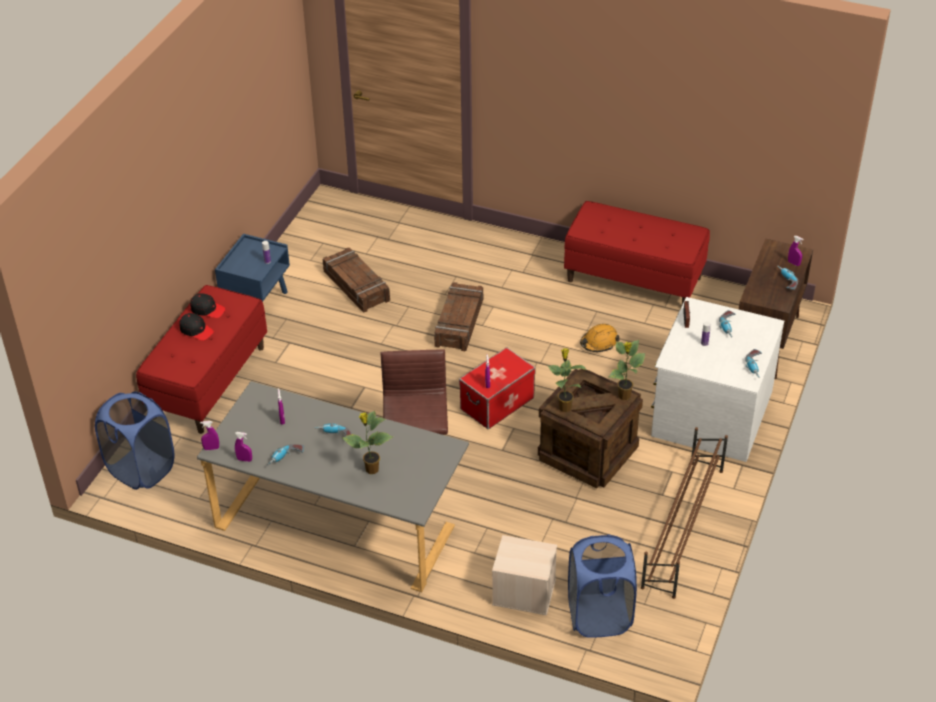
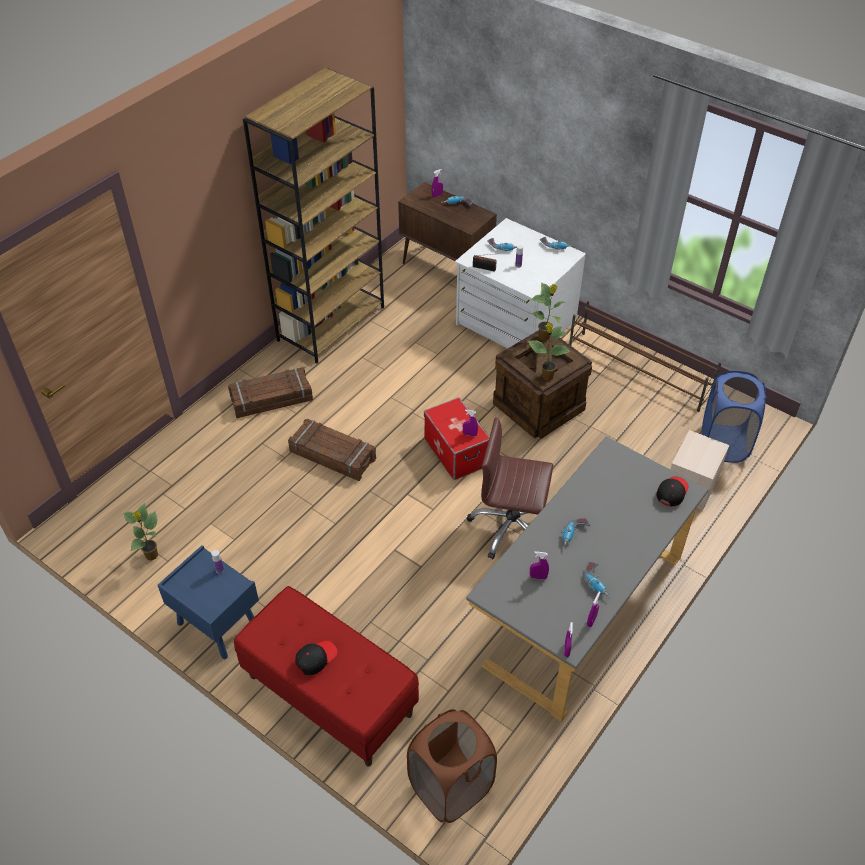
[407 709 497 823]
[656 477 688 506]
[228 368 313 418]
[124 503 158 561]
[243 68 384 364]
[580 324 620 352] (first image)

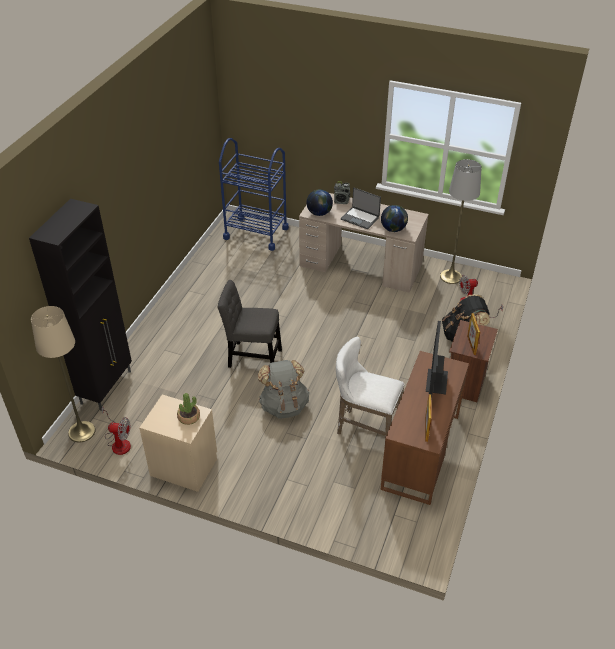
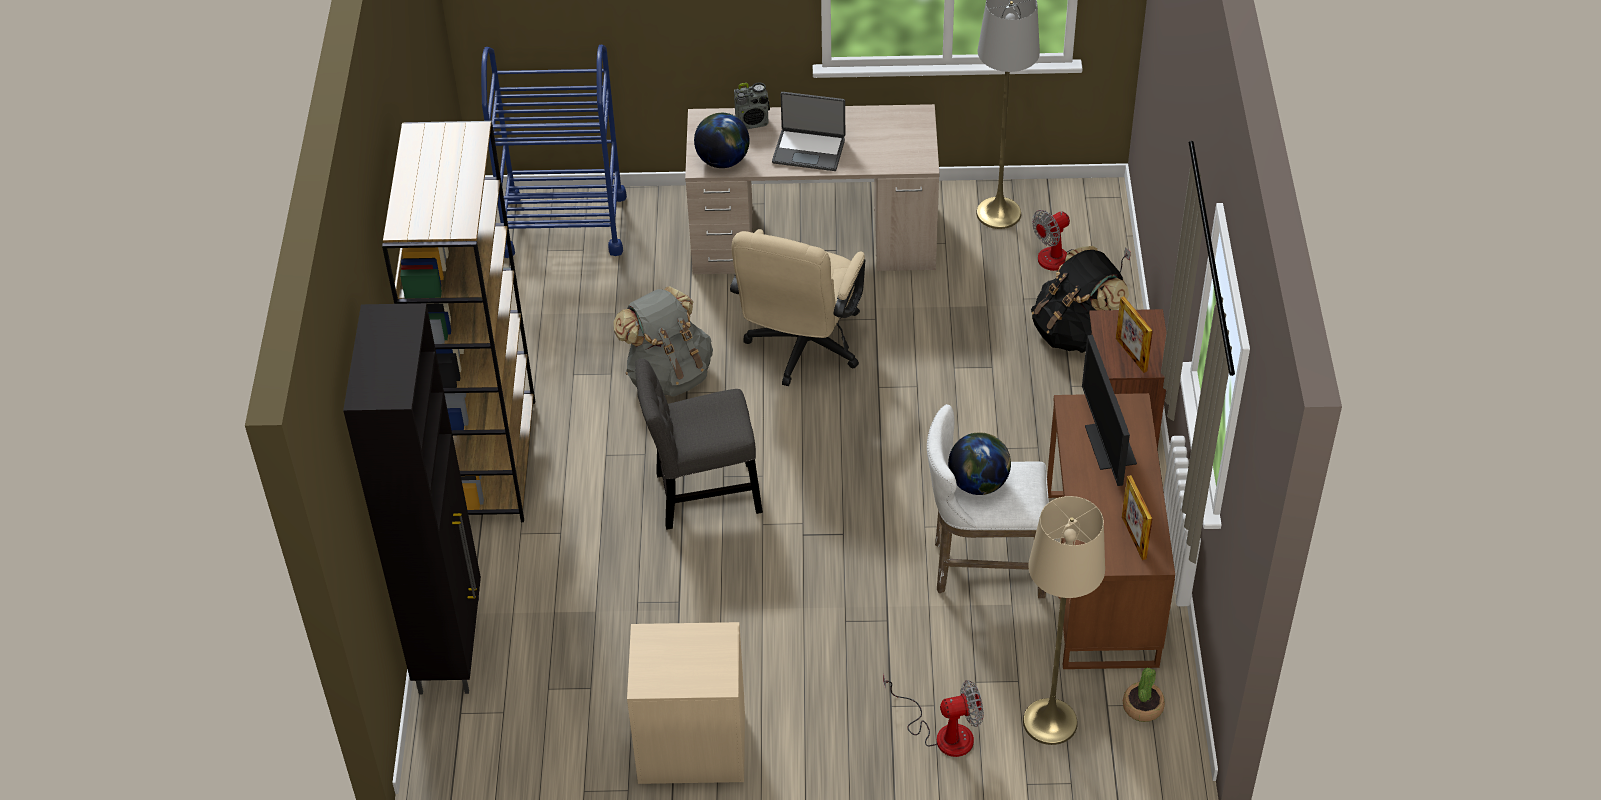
[1023 496 1105 745]
[883 673 984 757]
[1123 668 1165 722]
[613 286 713 397]
[948 432 1011 495]
[382 121 535 522]
[730 229 866 386]

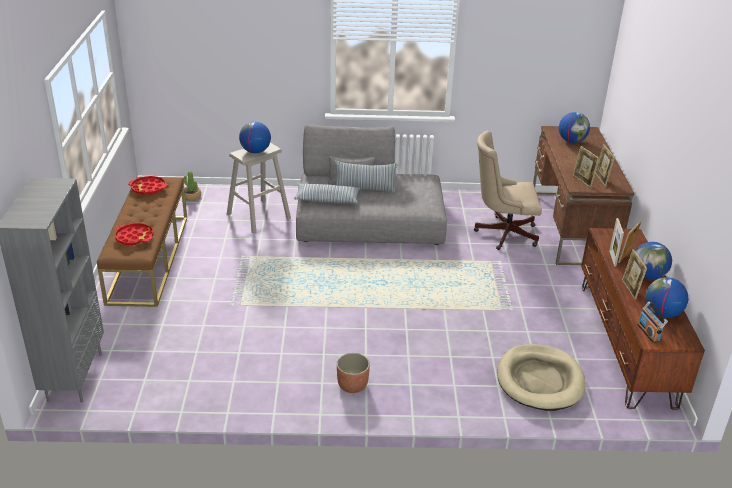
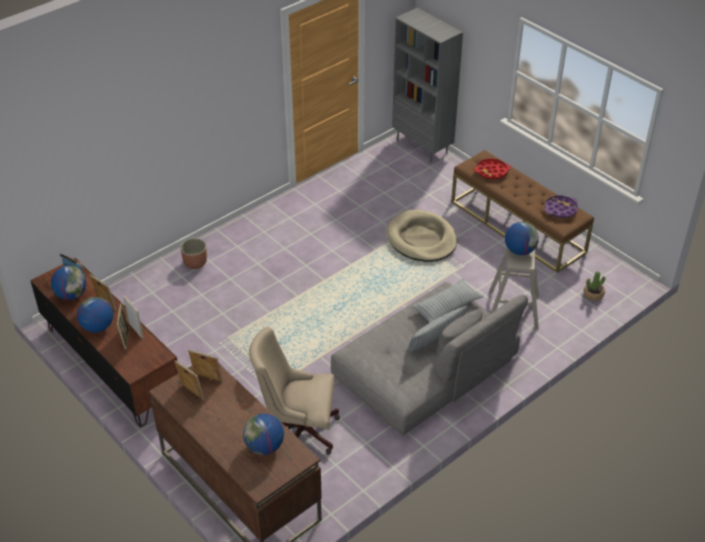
[545 195 578 218]
[181 238 207 269]
[249 327 340 454]
[387 209 457 262]

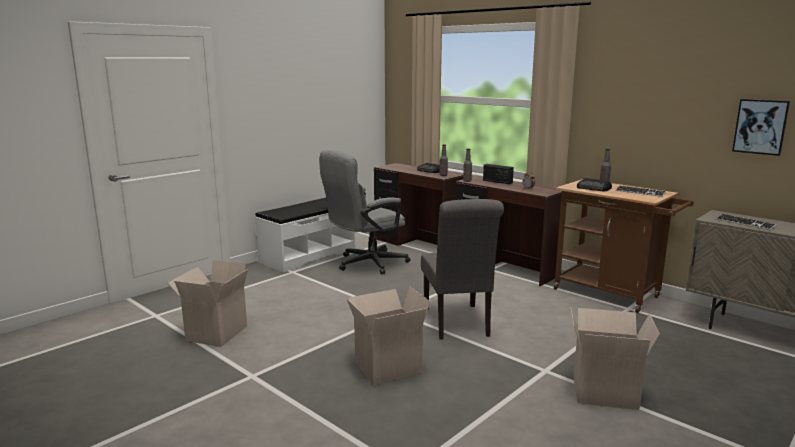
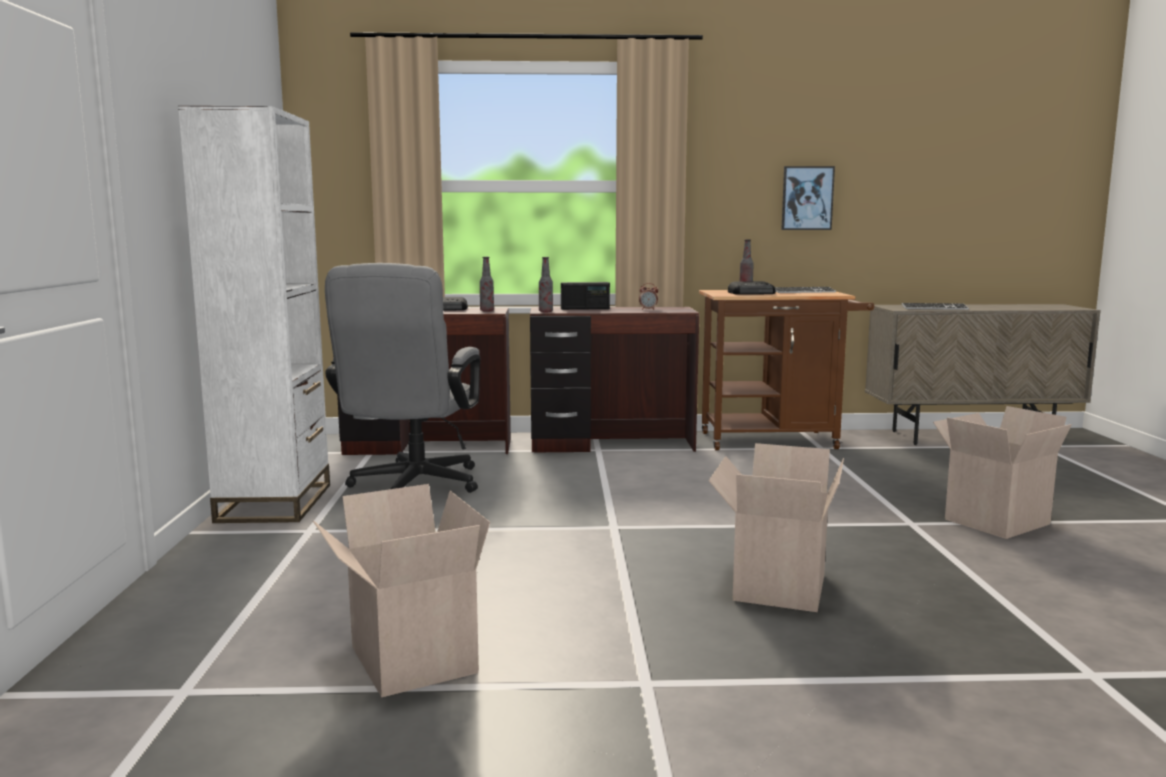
[178 106 330 523]
[421 199 504 340] (first image)
[781 166 835 230]

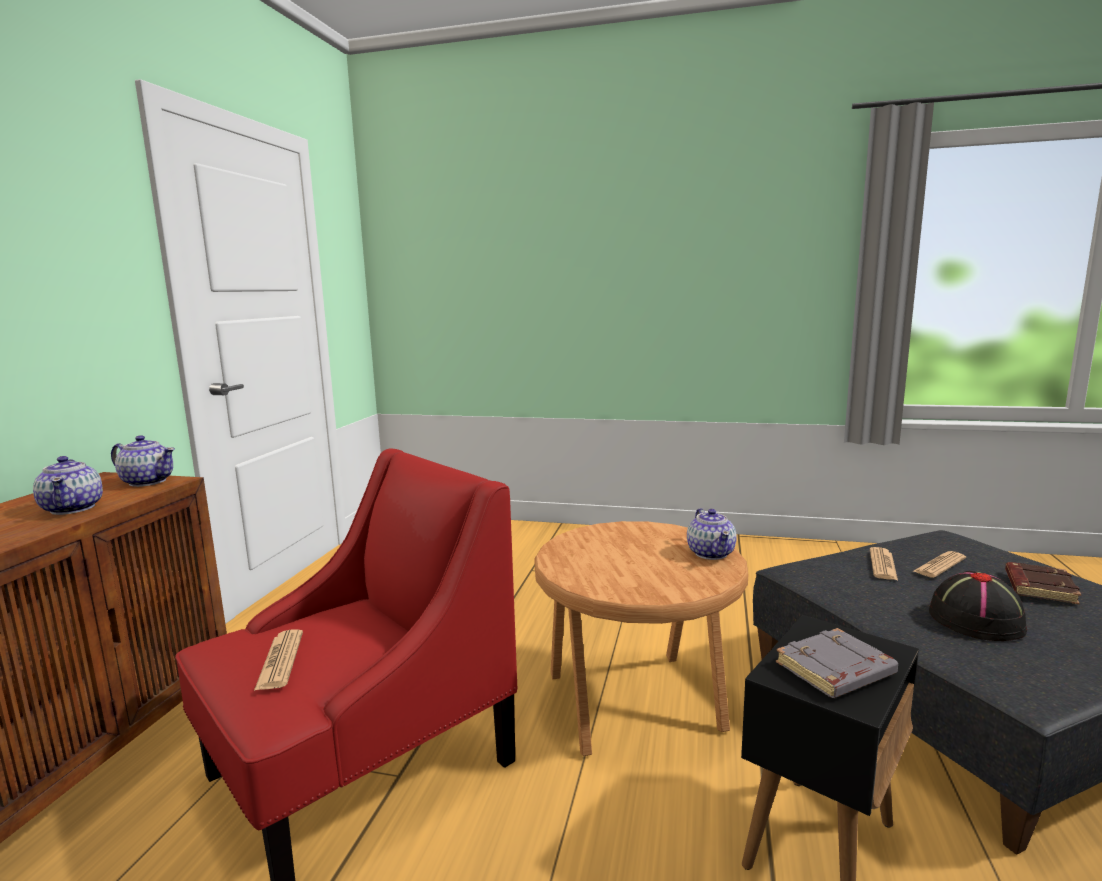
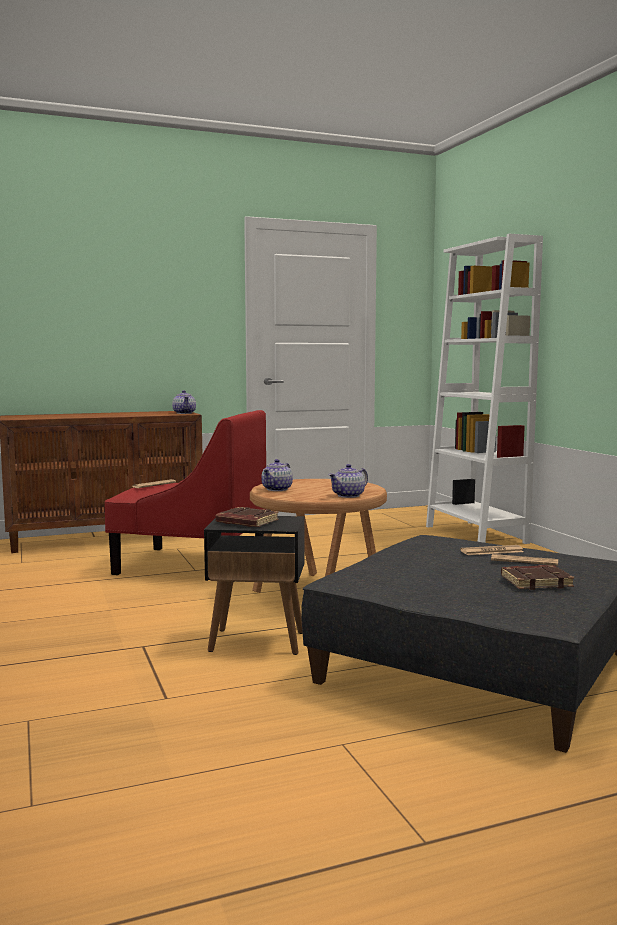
[261 459 293 491]
[215 507 279 527]
[929 571 1027 641] (first image)
[426 234 543 544]

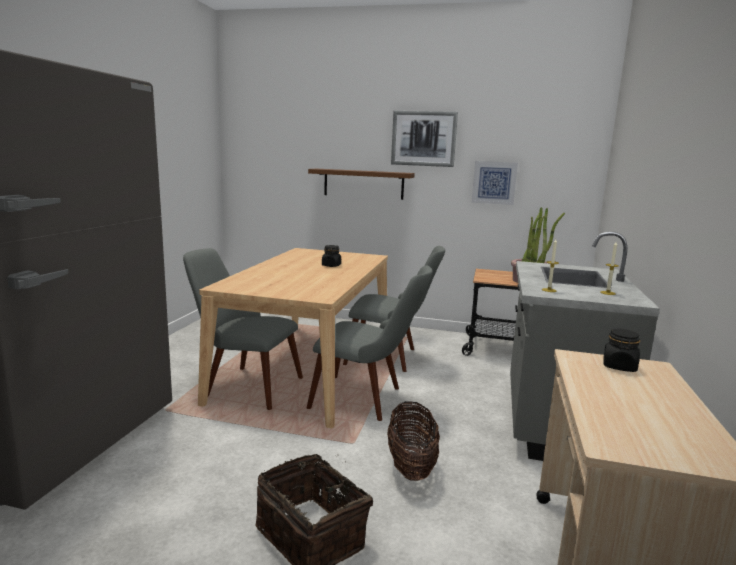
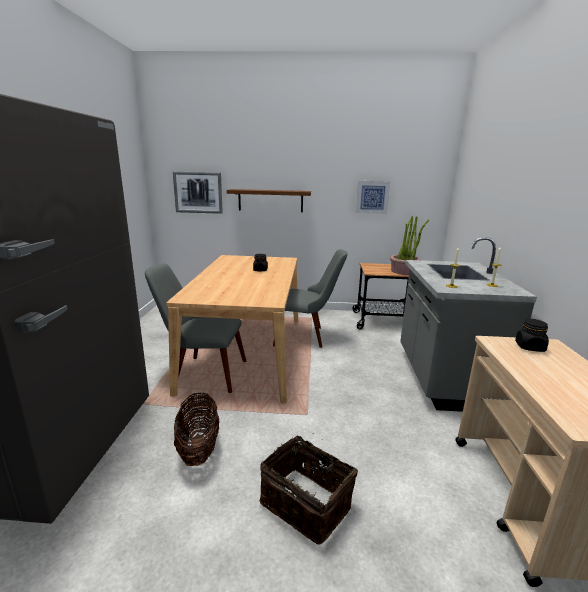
[307 266 433 421] (first image)
[174 392 220 466]
[173 172 223 214]

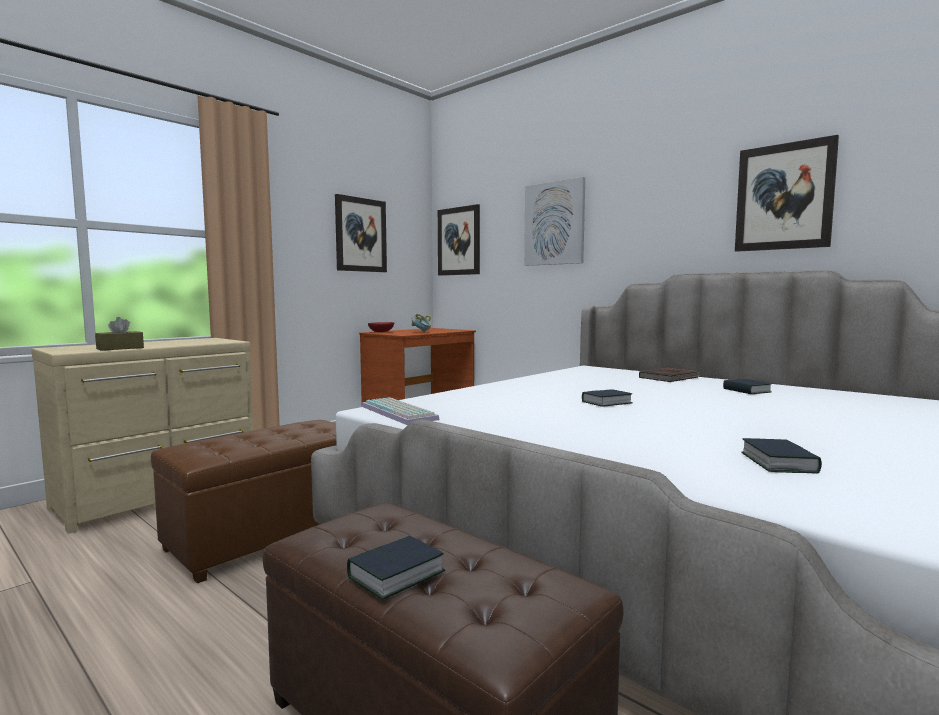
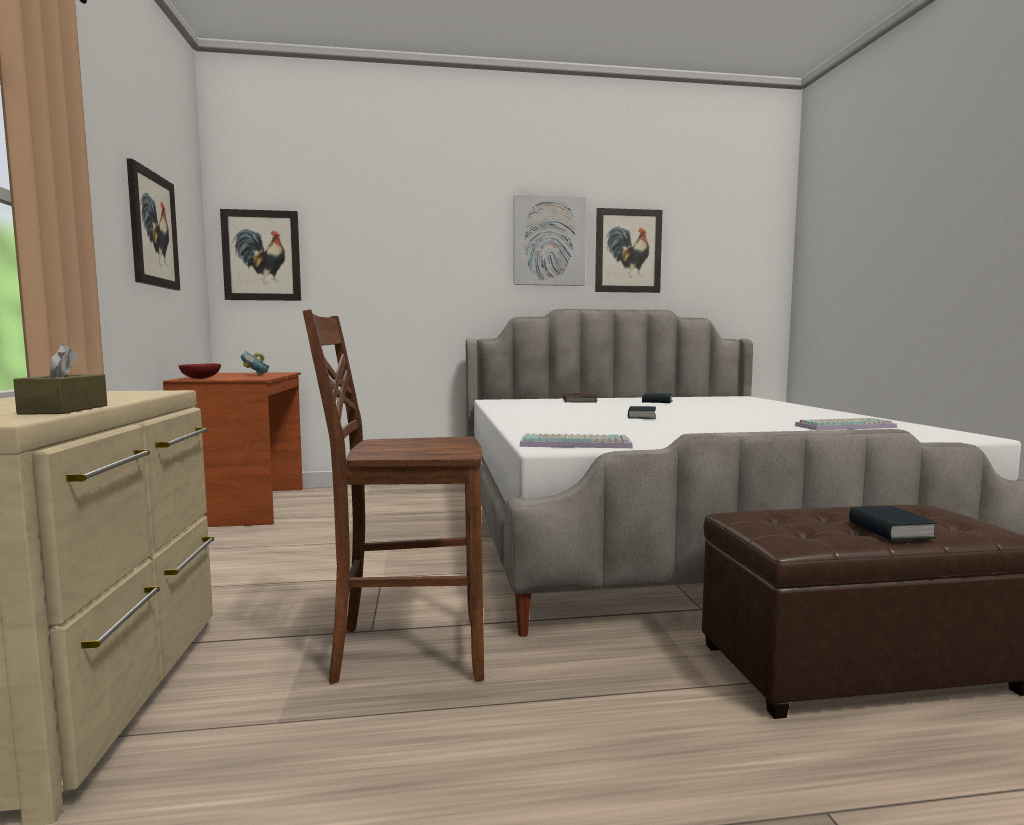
[303 309 484 684]
[514 195 586 286]
[795 418 897 430]

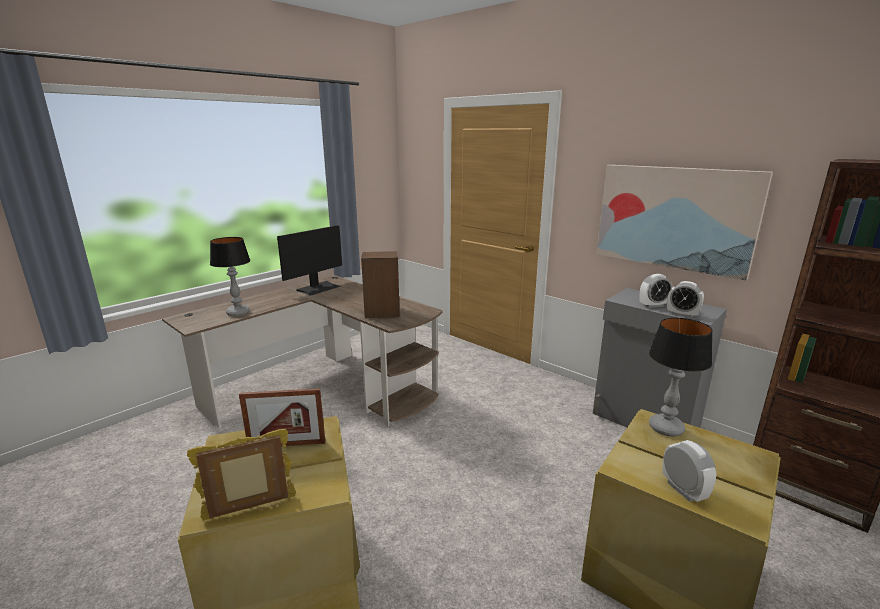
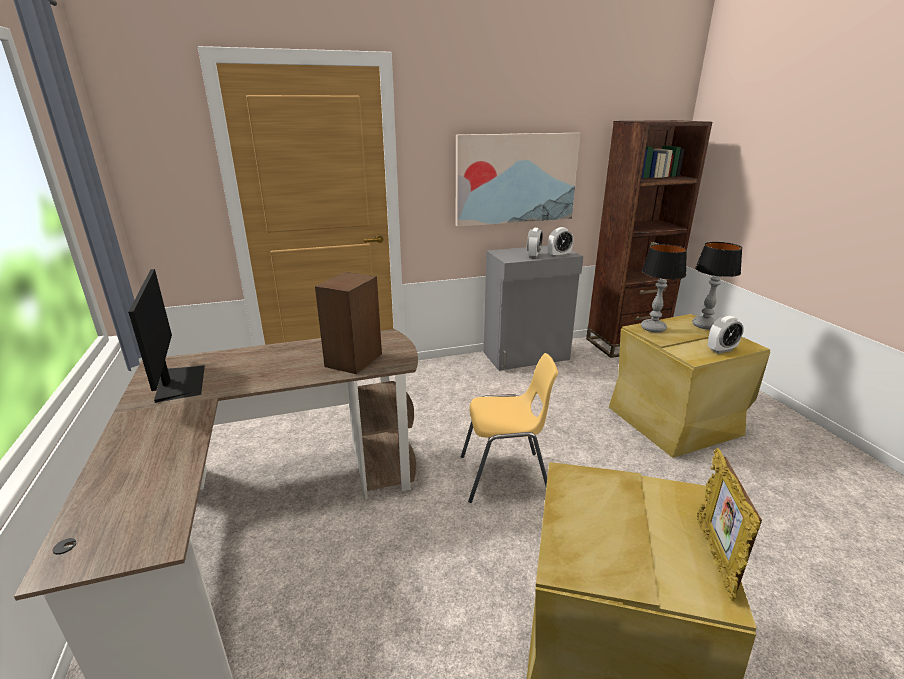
[692 242 742 330]
[239 388 325 446] (first image)
[707 316 744 354]
[461 353 558 503]

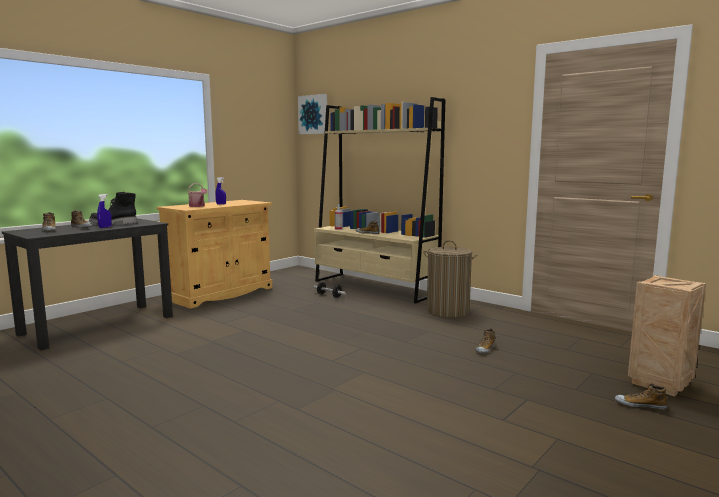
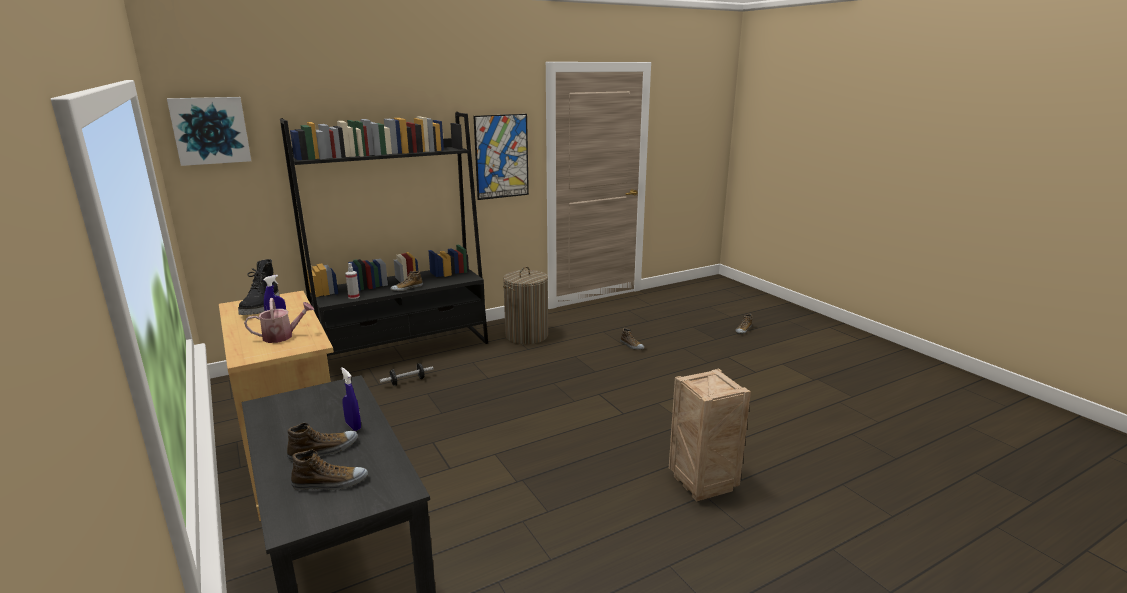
[238 259 279 315]
[280 112 488 356]
[669 368 751 502]
[474 114 529 200]

